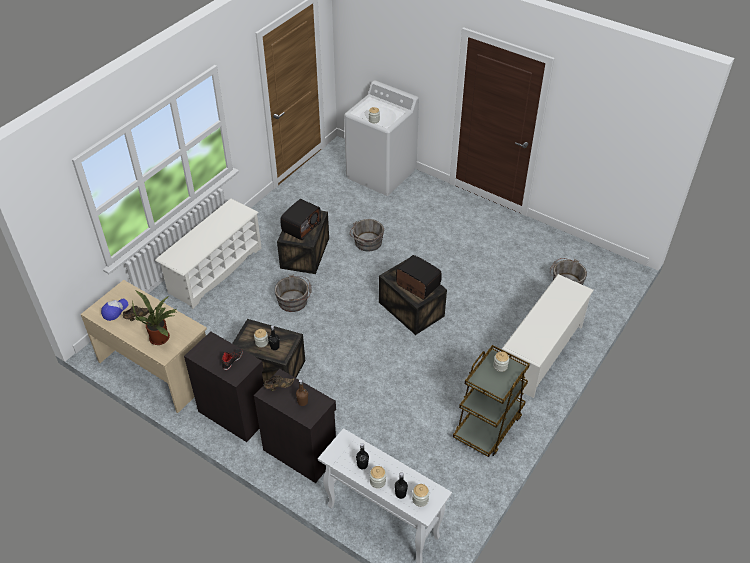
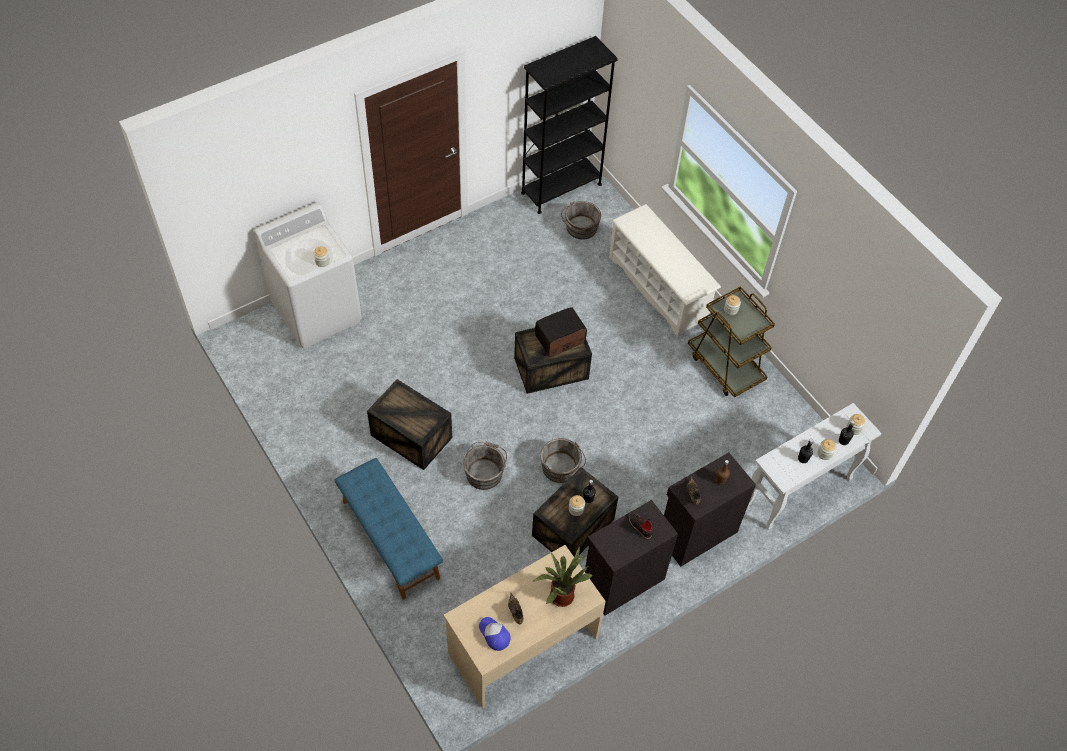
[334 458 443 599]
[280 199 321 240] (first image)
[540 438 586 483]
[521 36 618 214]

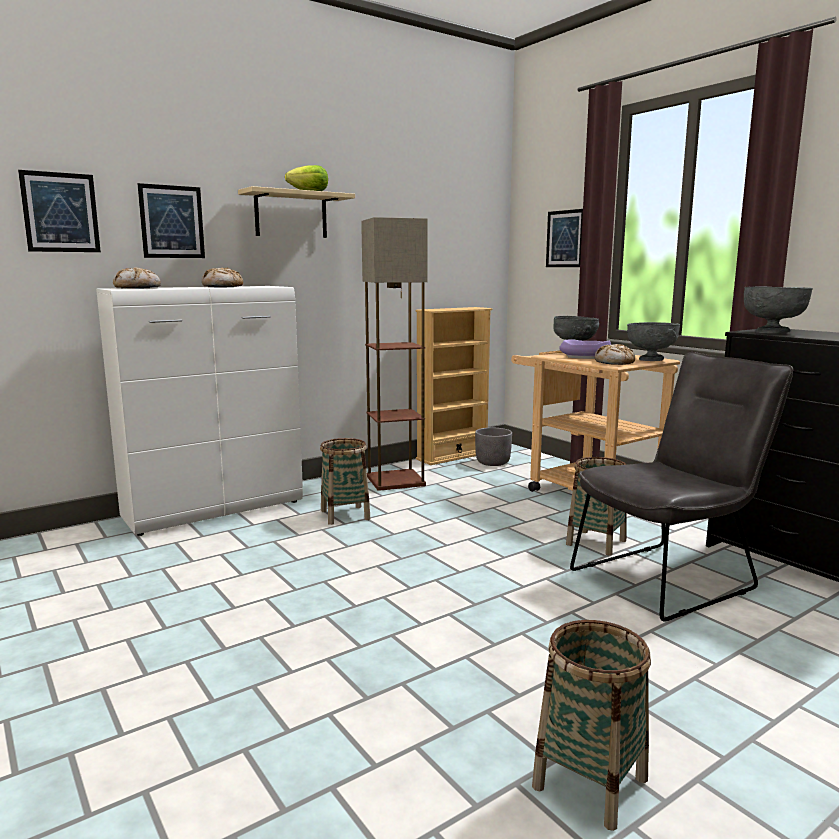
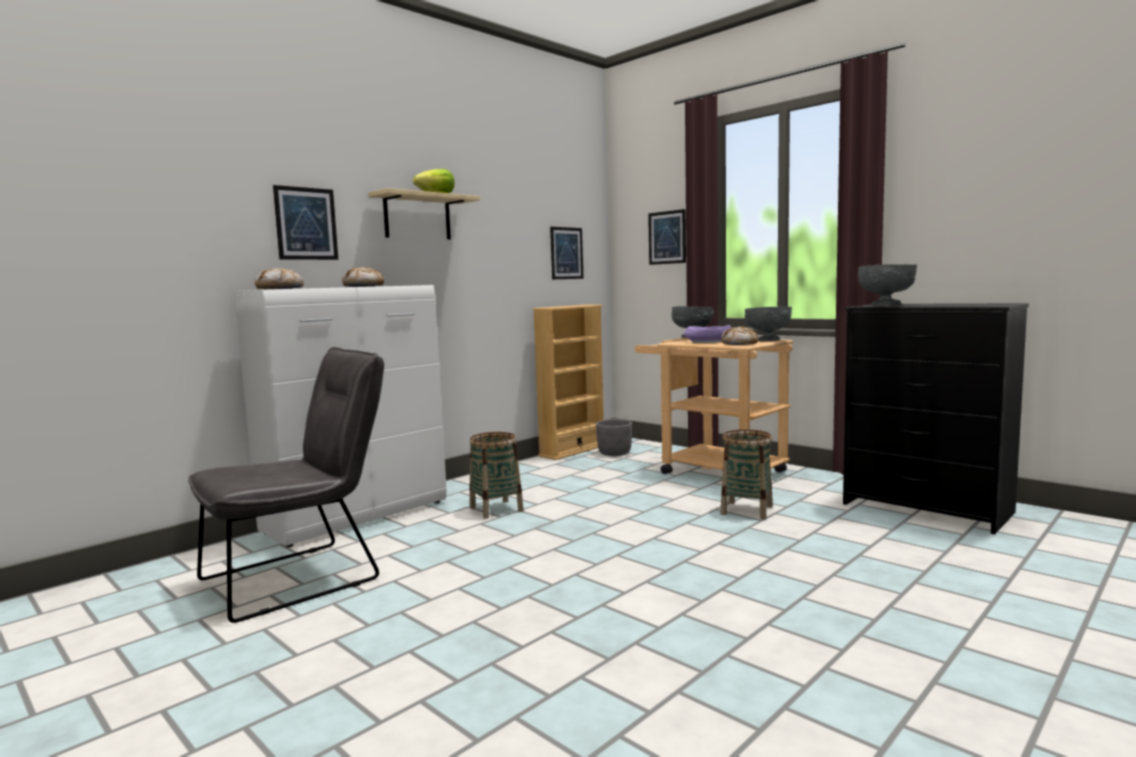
[550 227 584 279]
[361 217 428 491] (first image)
[532 620 651 831] (first image)
[188 347 384 623]

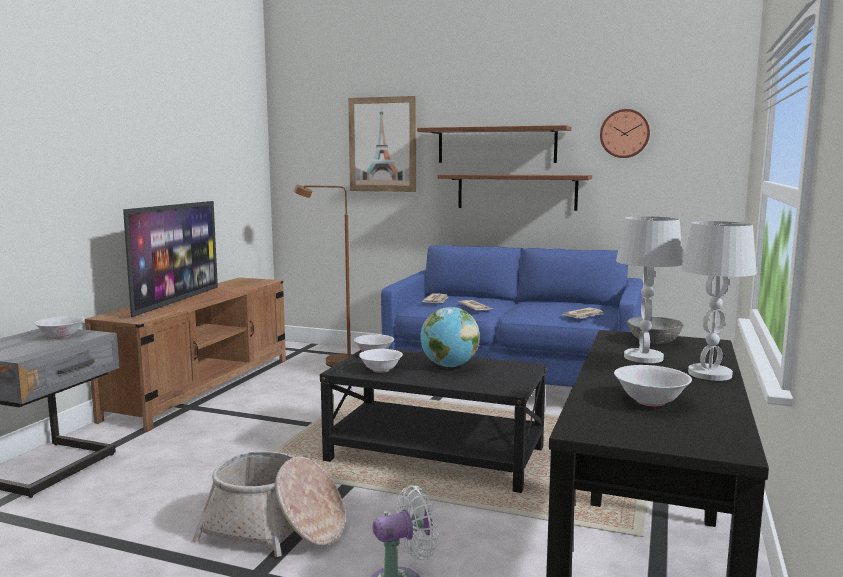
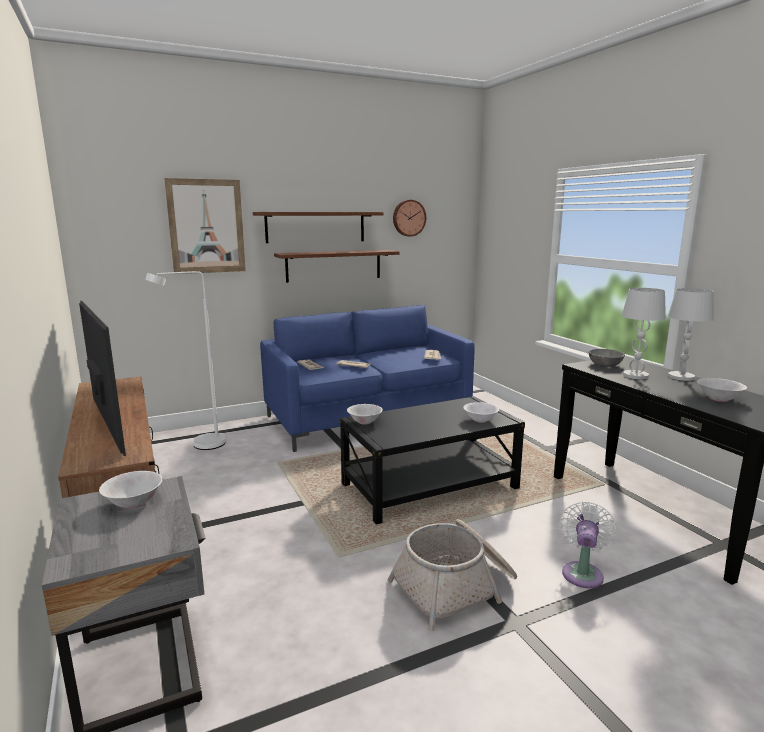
[145 271 226 450]
[463 402 499 423]
[420 307 480 367] (first image)

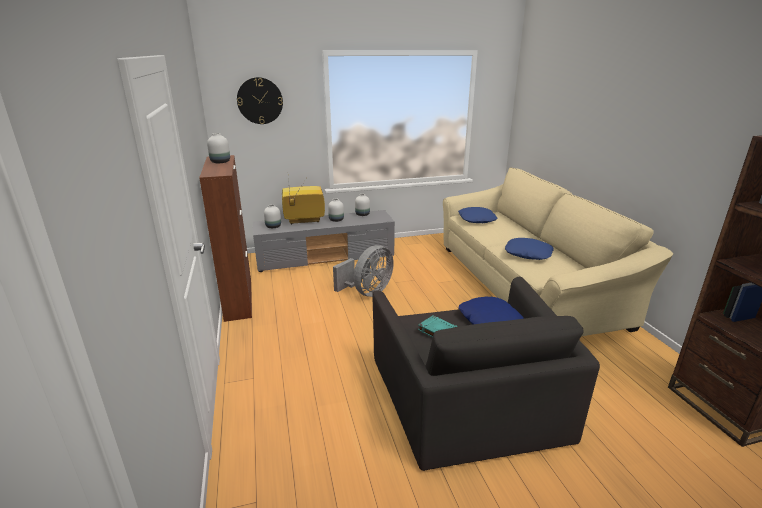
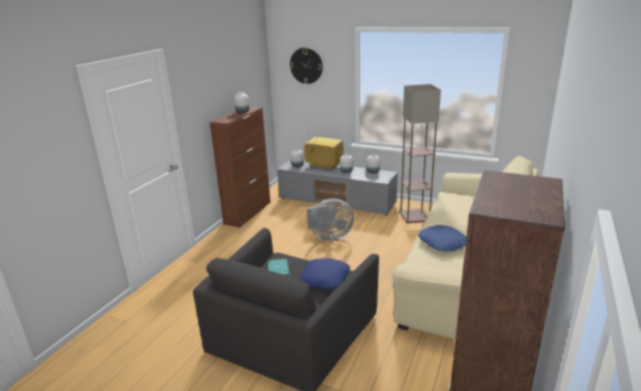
[458 207 497 223] (first image)
[400 84 441 223]

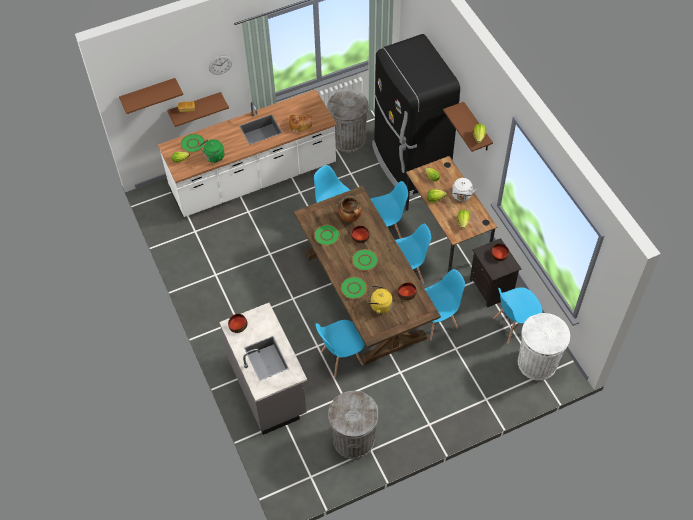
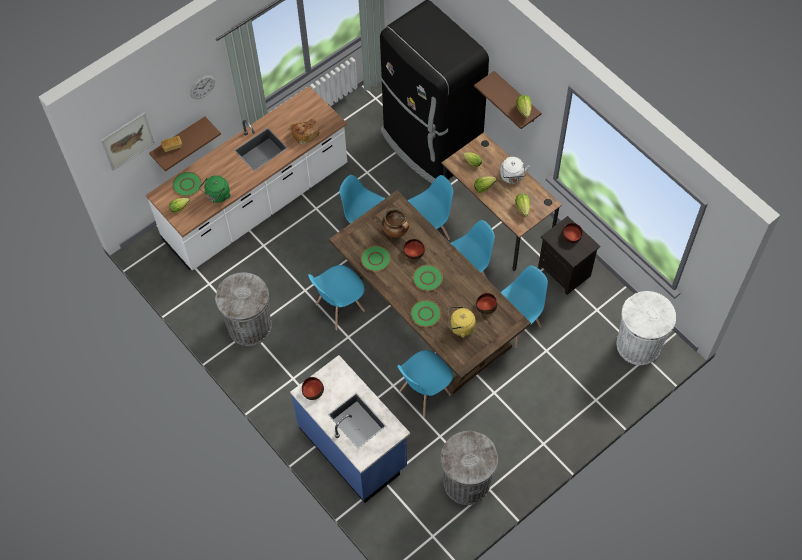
[101 113 155 170]
[290 355 410 503]
[215 272 272 346]
[308 265 365 330]

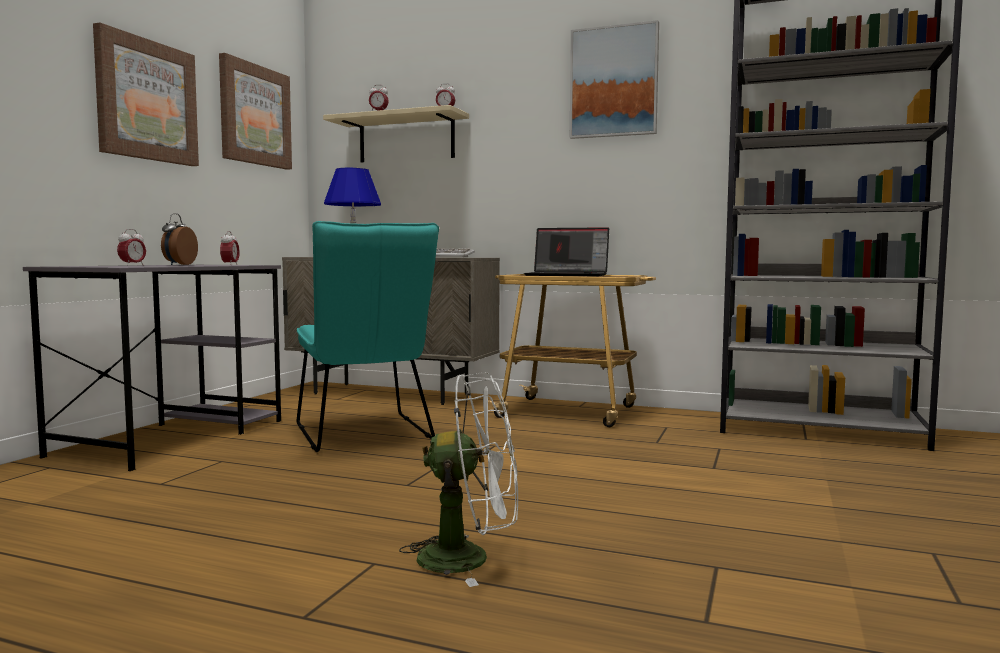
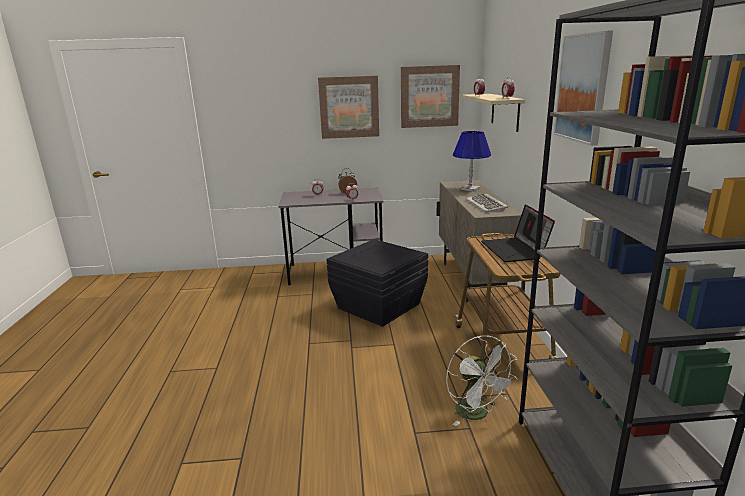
[327 239 428 327]
[446 335 518 426]

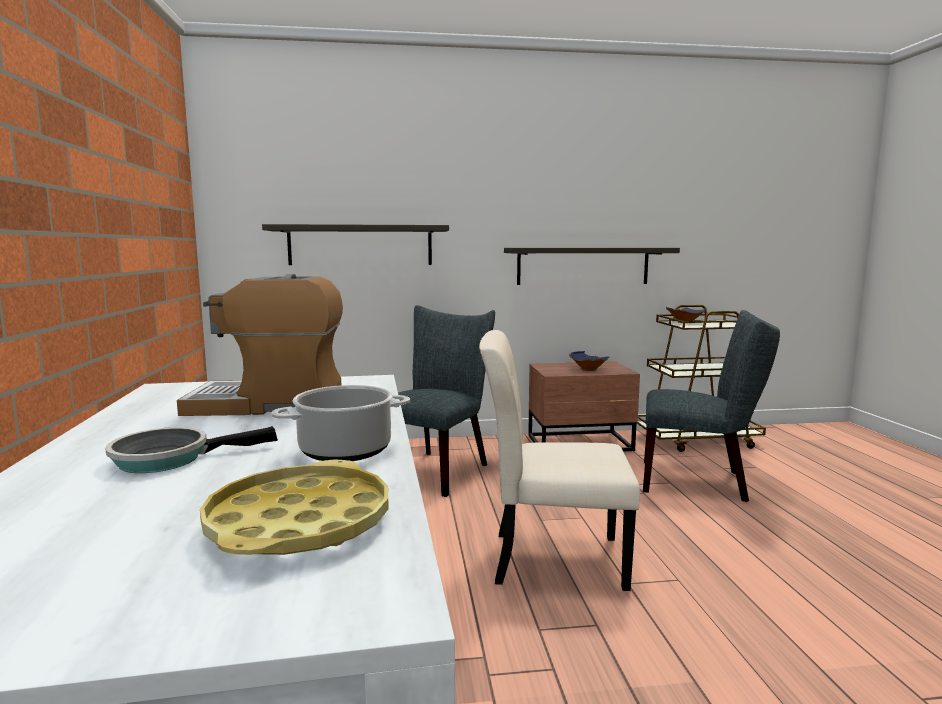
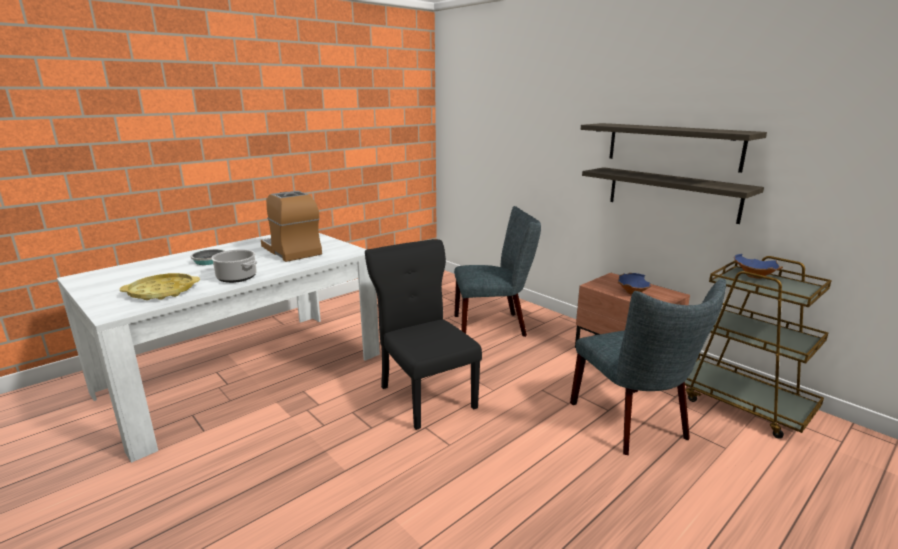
[581 123 767 173]
[365 239 482 430]

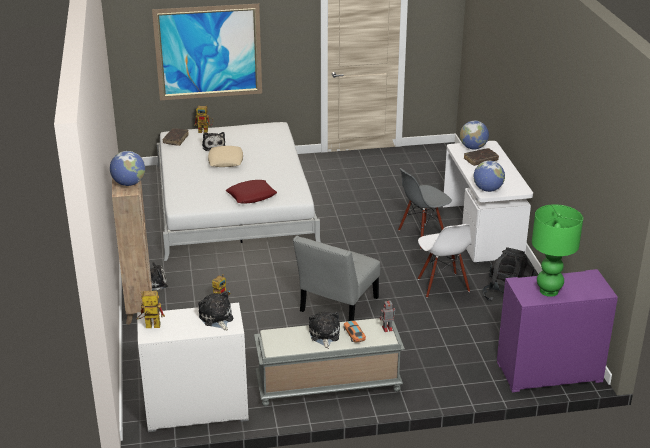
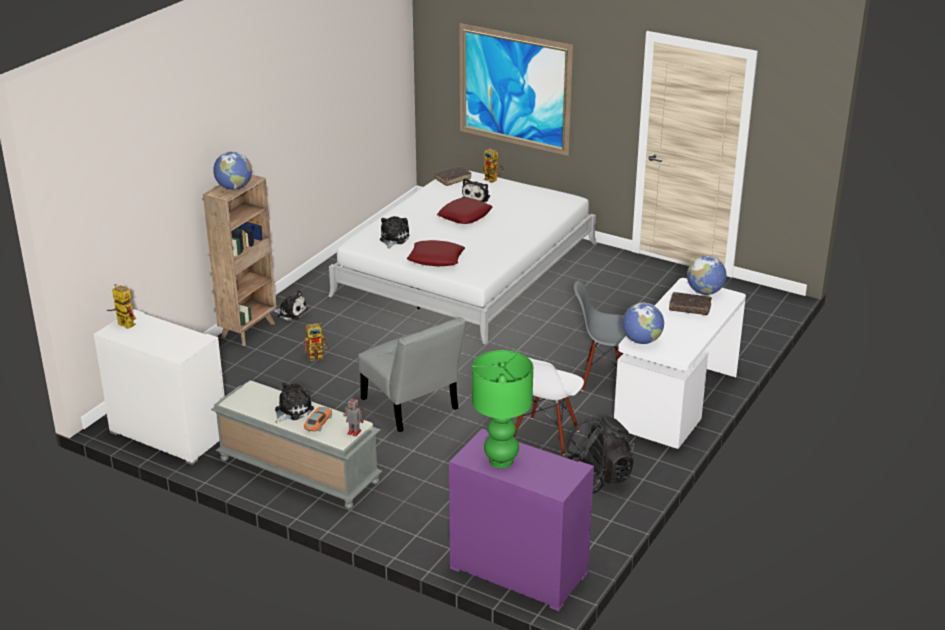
[380 216 410 249]
[437 197 493 224]
[358 317 466 432]

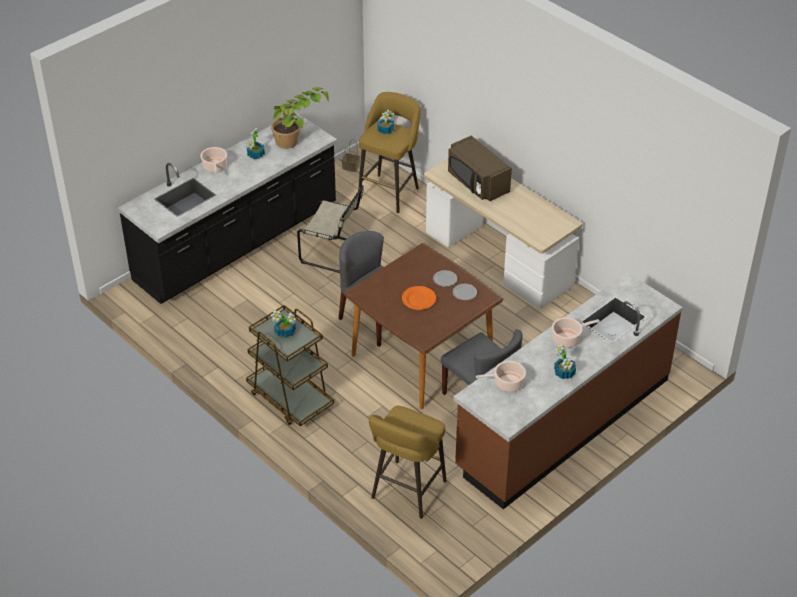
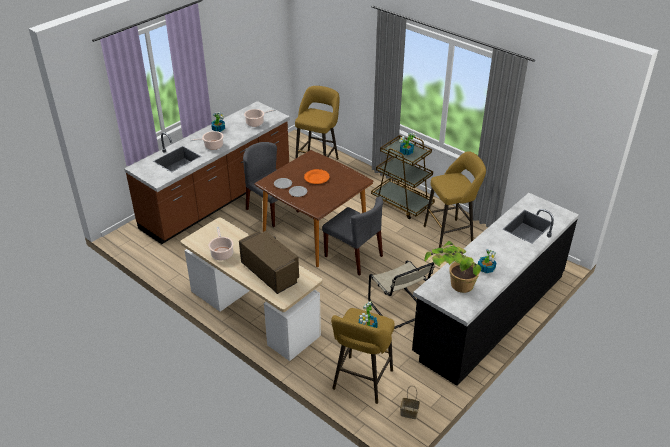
[209 227 234 260]
[368 261 435 329]
[423 151 486 248]

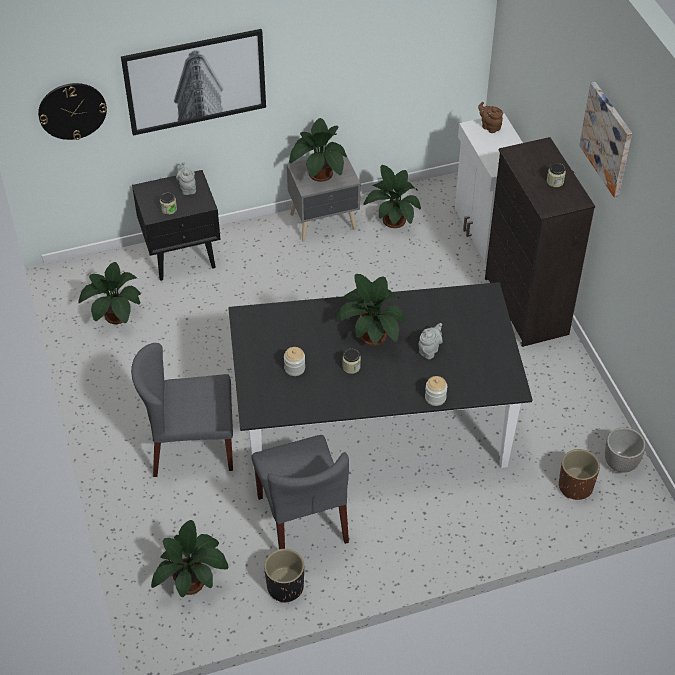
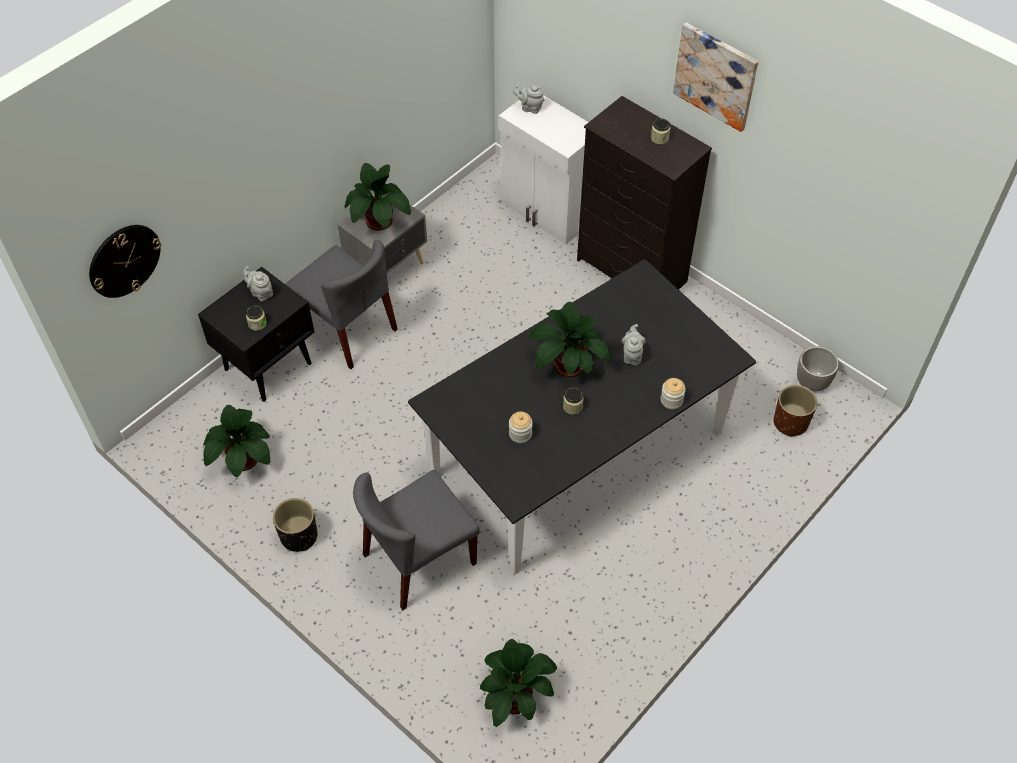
[121 29 266 136] (first image)
[285 240 398 369]
[273 498 317 552]
[363 165 421 228] (first image)
[513 85 544 114]

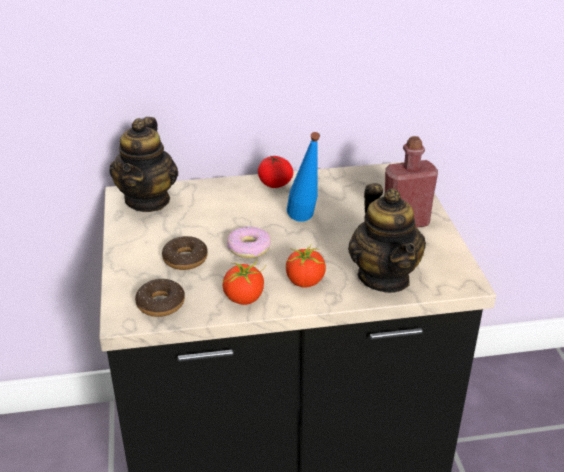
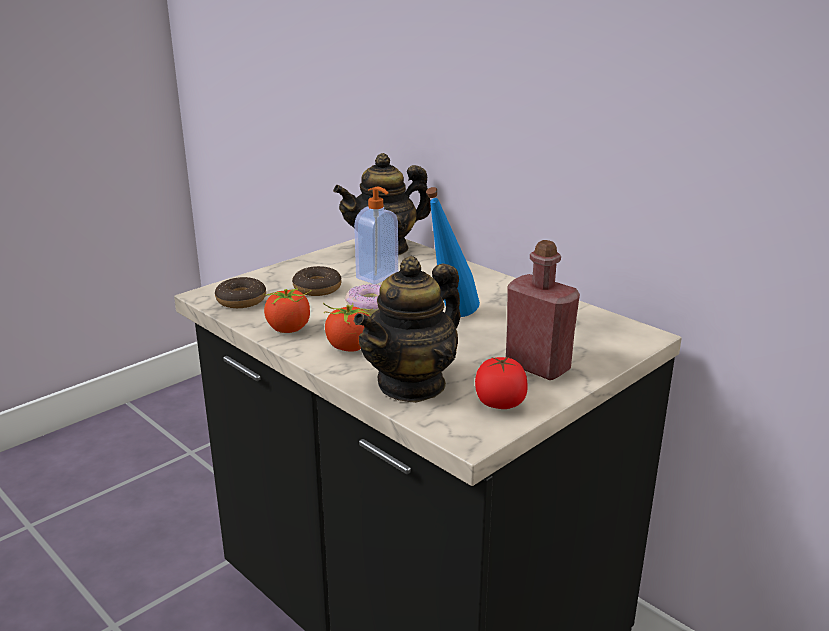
[475 357 528 409]
[354 187 398 284]

